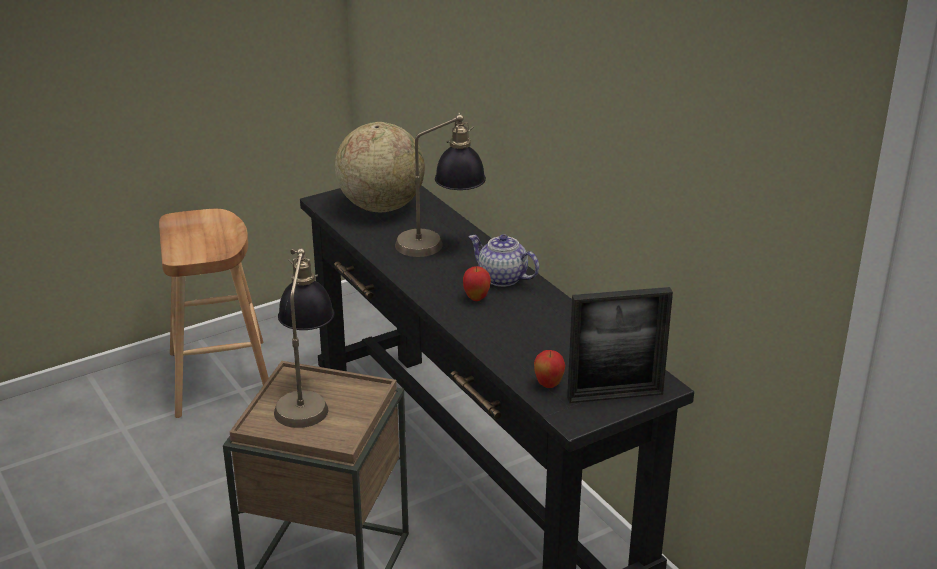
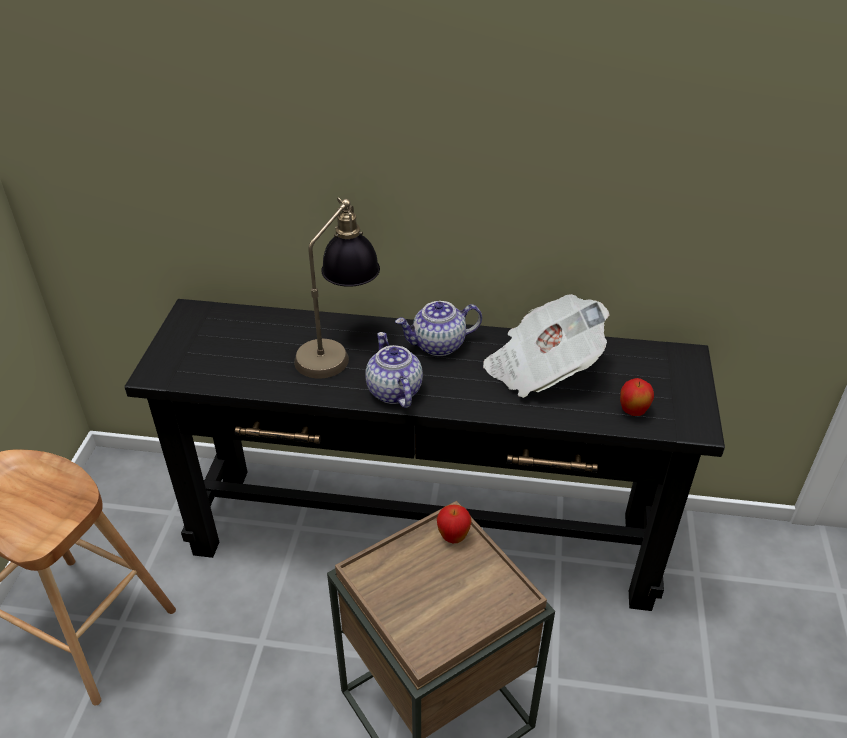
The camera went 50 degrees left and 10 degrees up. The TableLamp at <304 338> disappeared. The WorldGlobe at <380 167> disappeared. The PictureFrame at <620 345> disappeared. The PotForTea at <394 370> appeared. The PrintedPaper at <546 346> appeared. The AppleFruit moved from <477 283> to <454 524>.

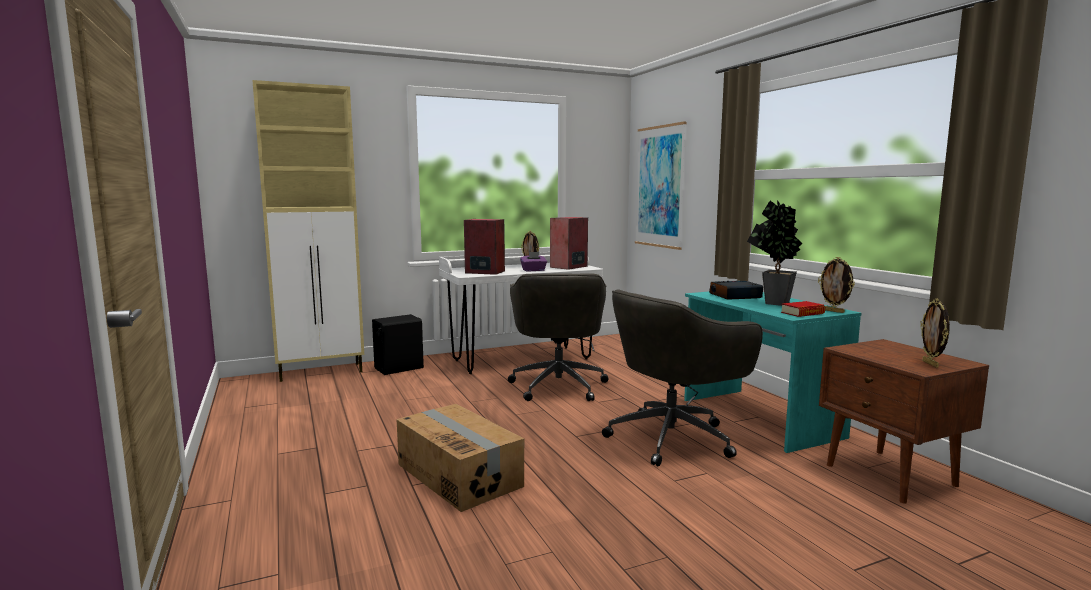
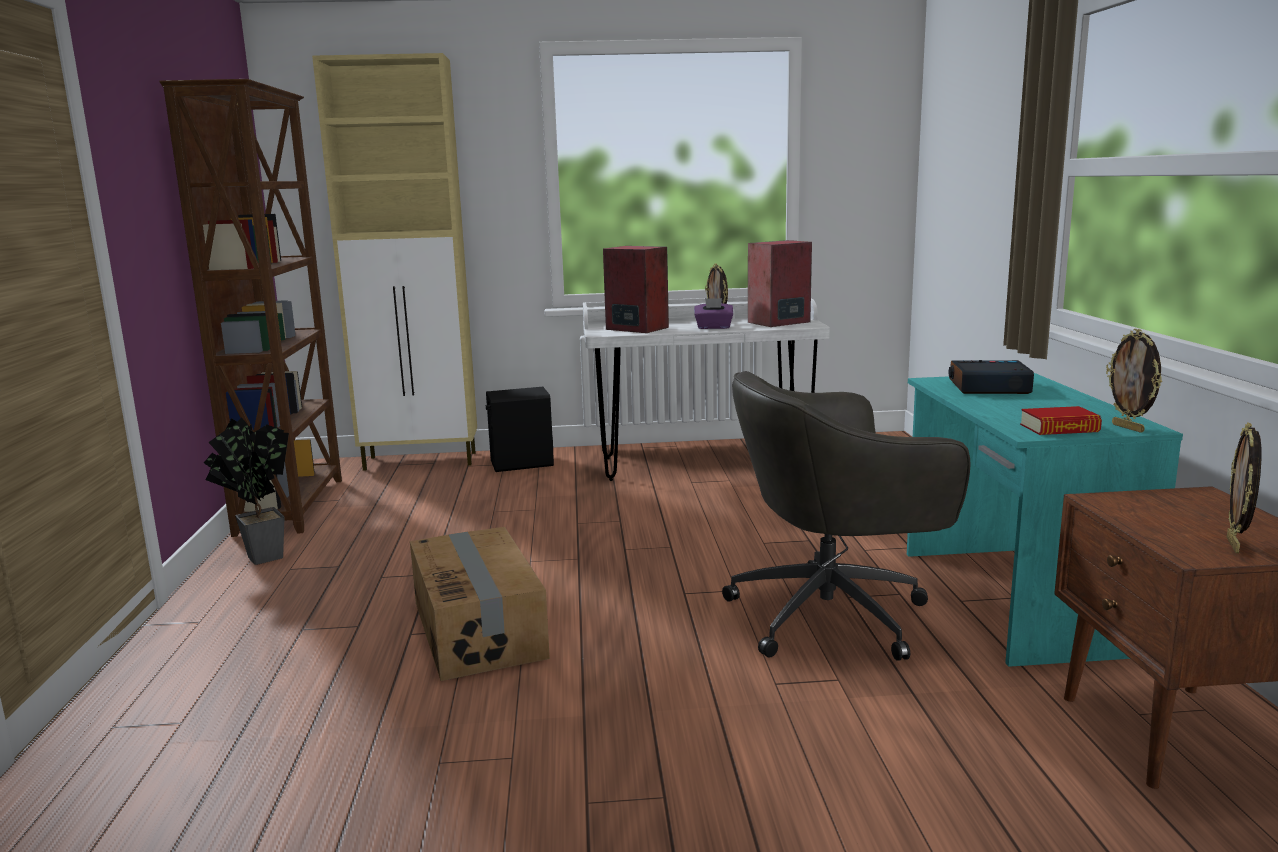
The camera went 20 degrees right and 5 degrees up. The GreyDeskChair at <558 337> disappeared. The Picture at <660 186> disappeared. The BrownBookcase at <250 308> appeared. The Houseplant moved from <775 253> to <246 491>.

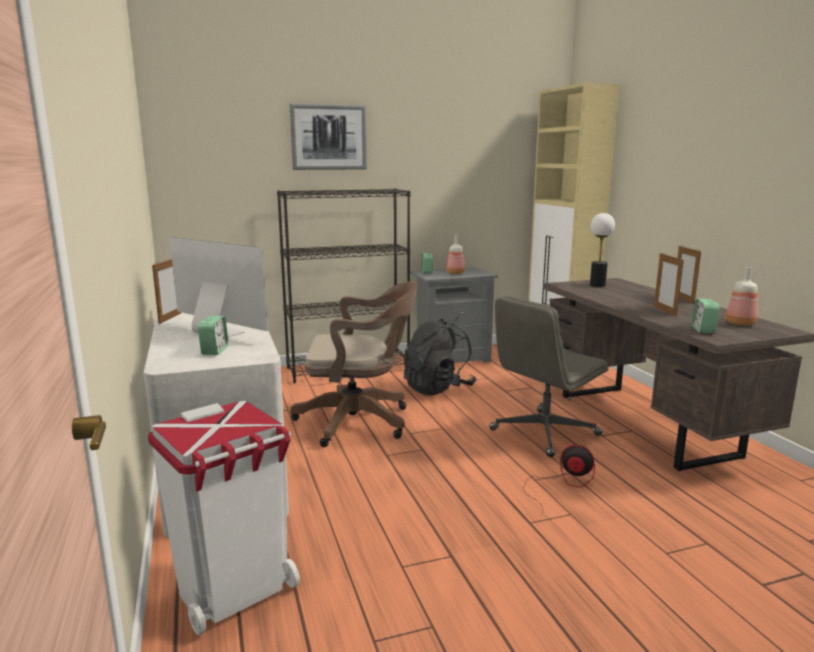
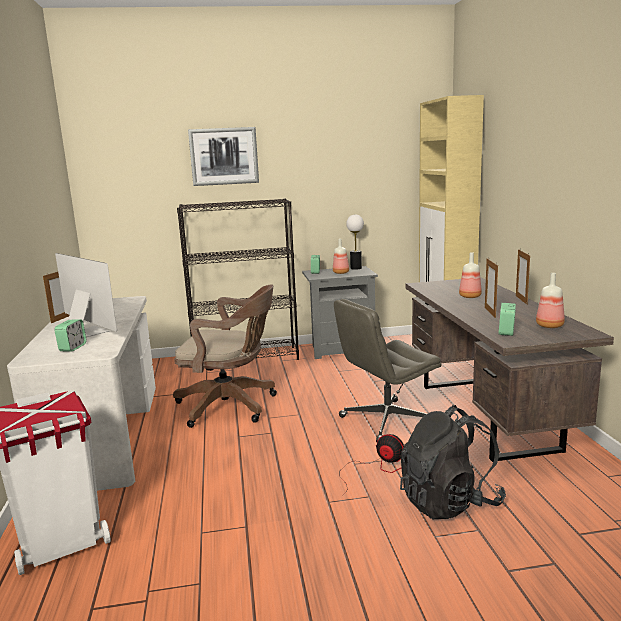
The camera went 10 degrees right and 0 degrees up. The BeverageBottle at <470 275> appeared. The BlackishBackpack moved from <440 357> to <453 462>. The TableLamp moved from <602 250> to <355 242>.

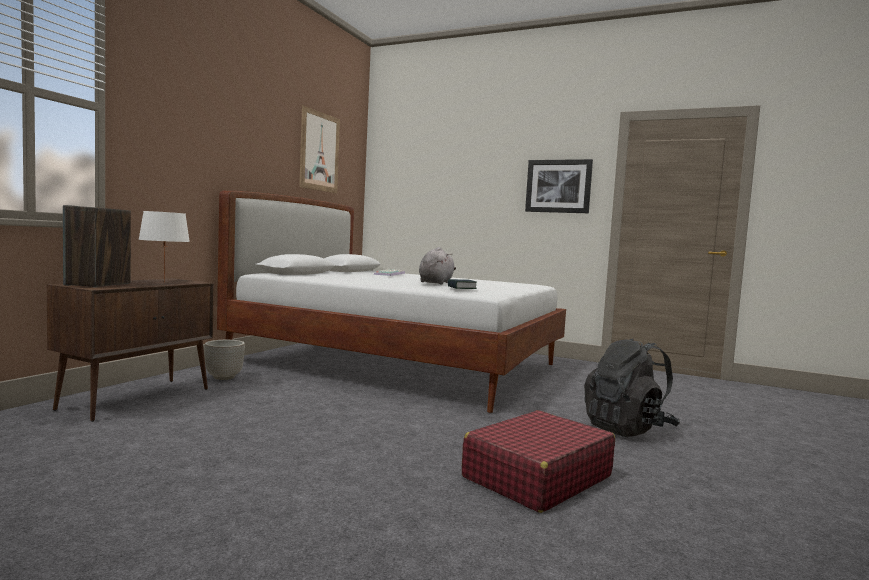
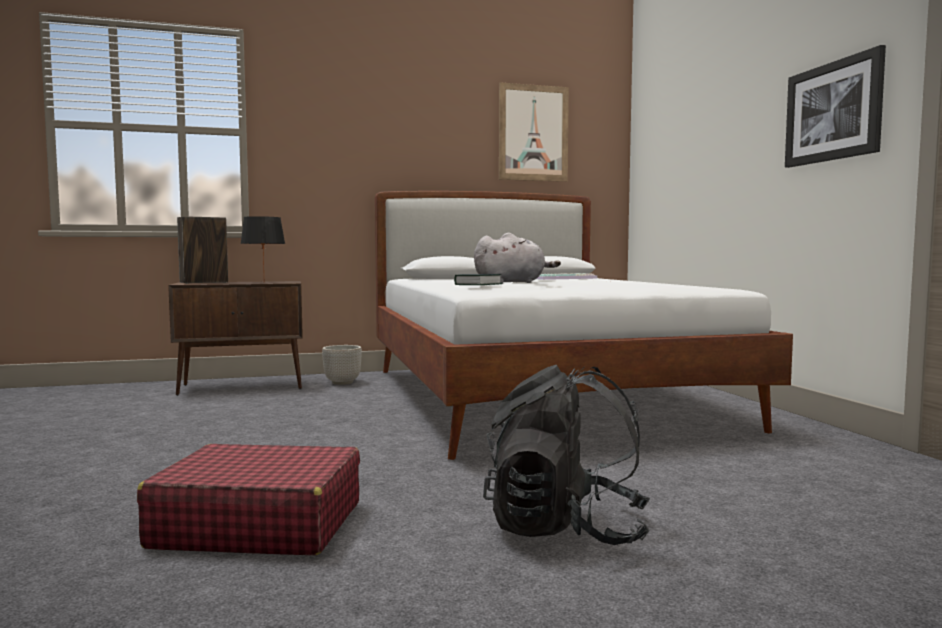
The camera went 50 degrees right and 0 degrees up. The WhitishTableLamp at <164 246> became the BlackishTableLamp at <262 242>.

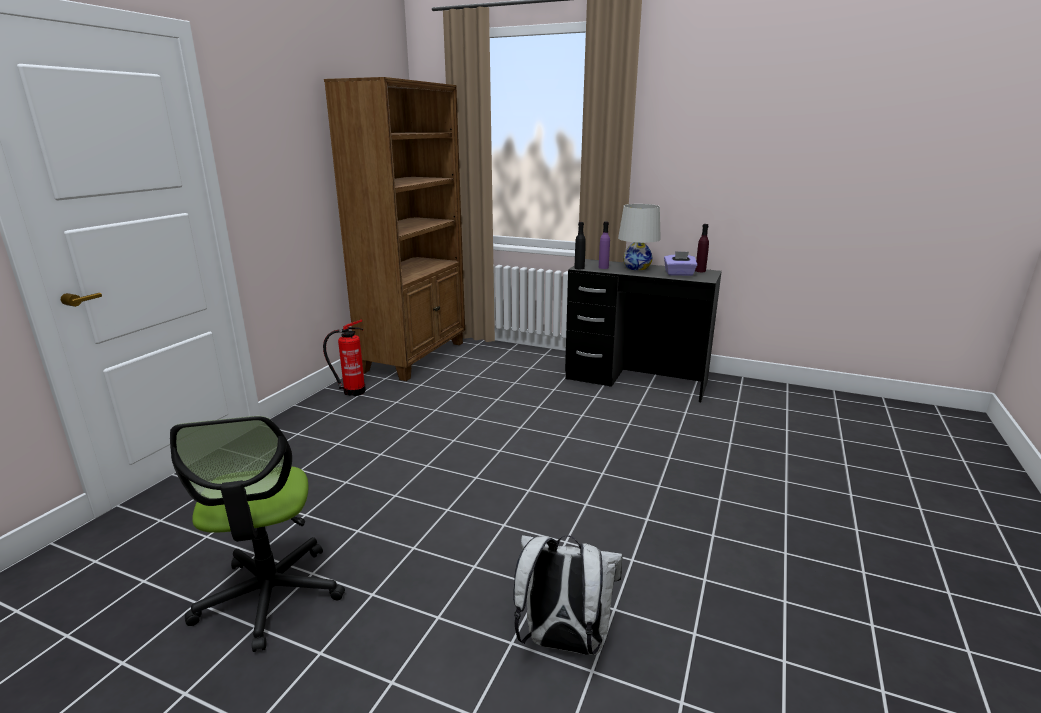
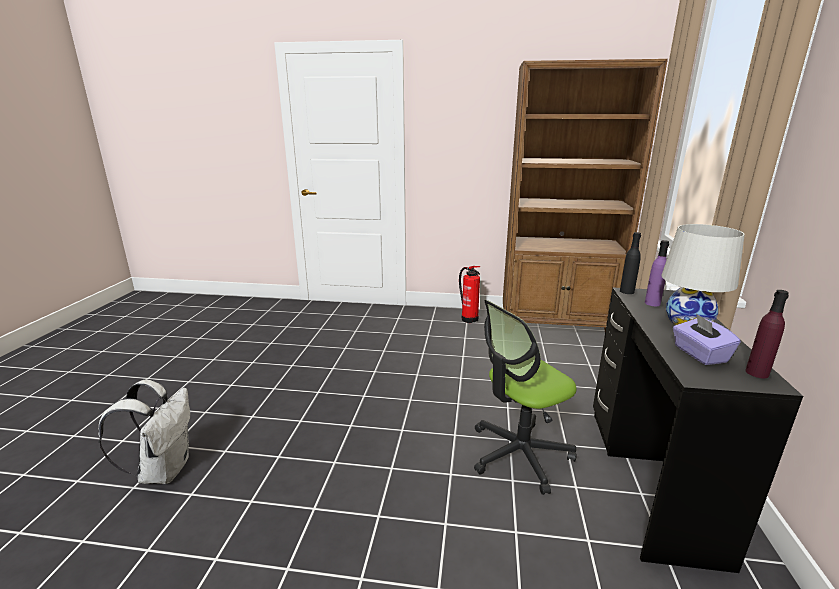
The camera went 75 degrees right and 0 degrees up. The DeskChair moved from <257 534> to <525 397>.

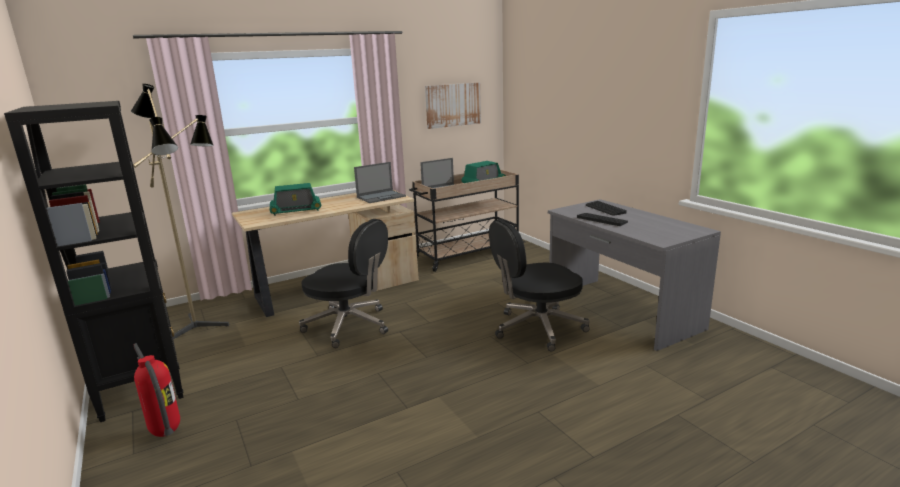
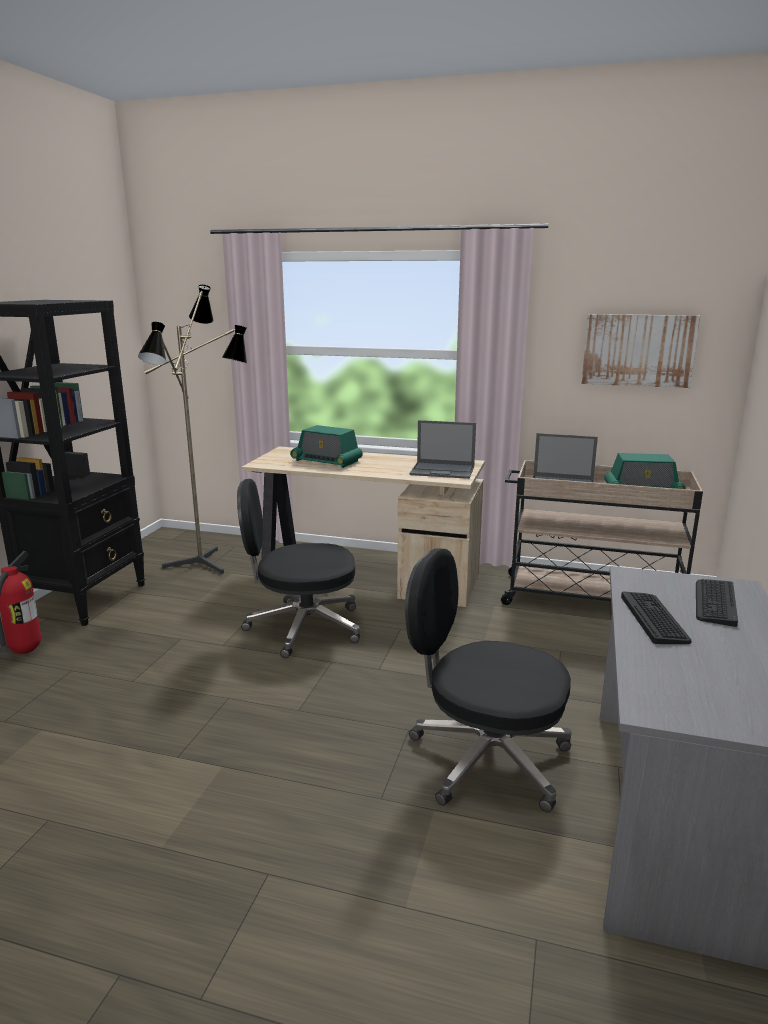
The camera went 45 degrees right and 0 degrees up. The BlackishDeskChair at <343 283> turned 105 degrees clockwise.

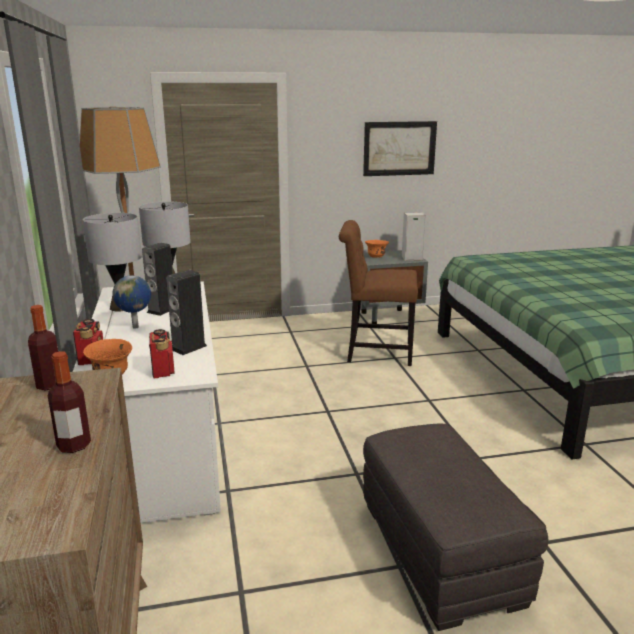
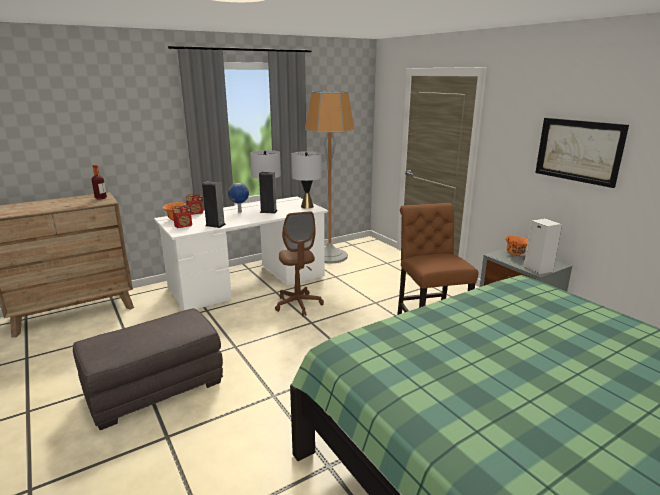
The camera went 70 degrees right and 0 degrees up. The BeverageBottle at <69 402> disappeared. The BrownDeskChair at <299 263> appeared.

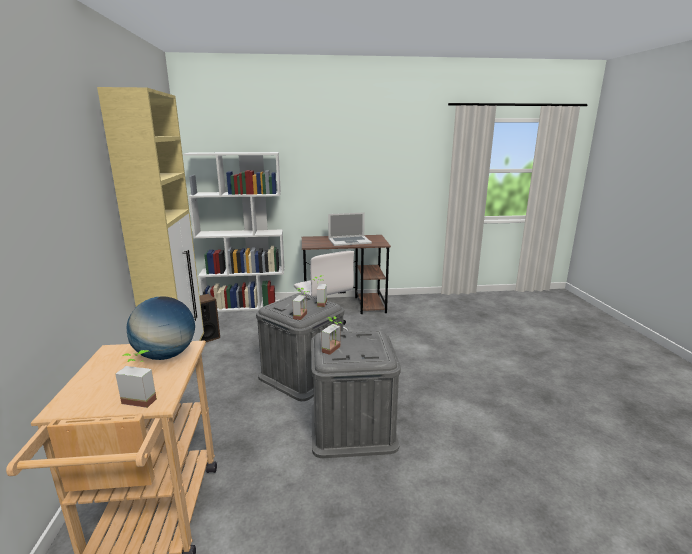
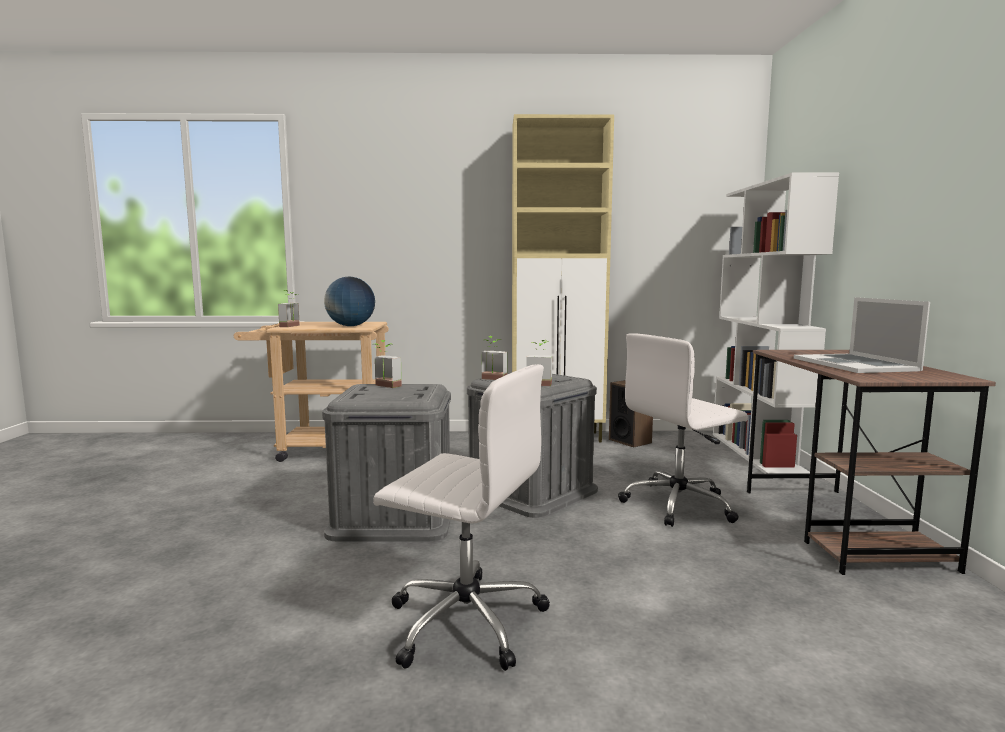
The camera went 95 degrees right and 10 degrees down. The WhitishDeskChair at <461 517> appeared.

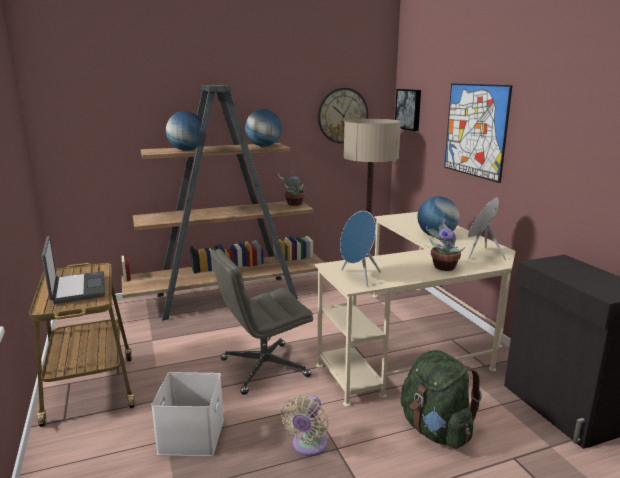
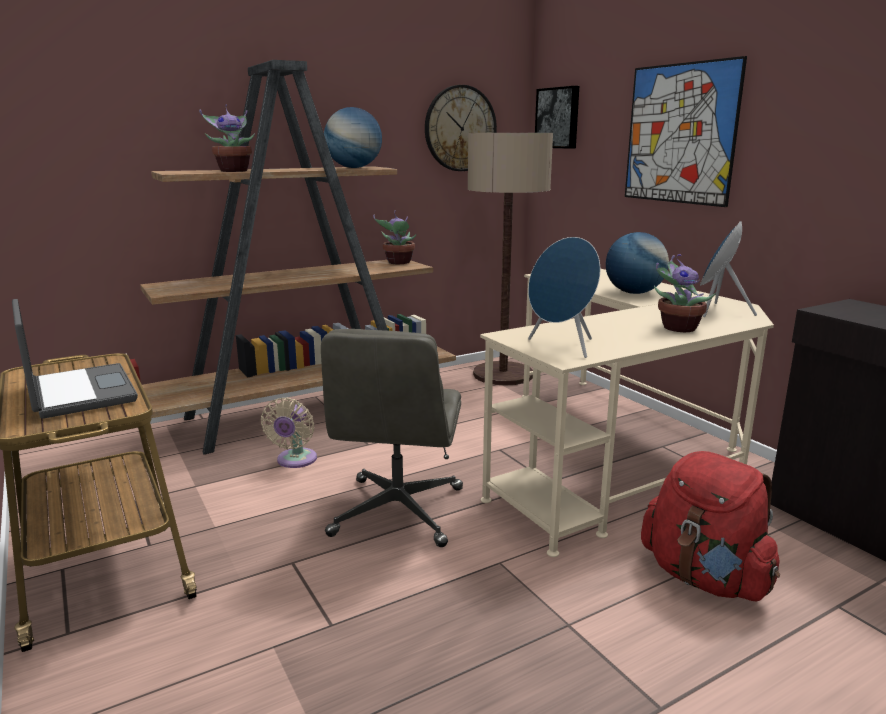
The camera went 10 degrees left and 0 degrees up. The WhitishStorageBin at <187 414> disappeared. The BeigeElectricFan moved from <305 426> to <289 432>. The WorldGlobe at <184 131> was replaced by the Houseplant at <227 138>. The GreenishBackpack at <441 399> became the RedColouredBackpack at <710 526>. The GreyDeskChair at <261 322> turned 45 degrees counterclockwise.

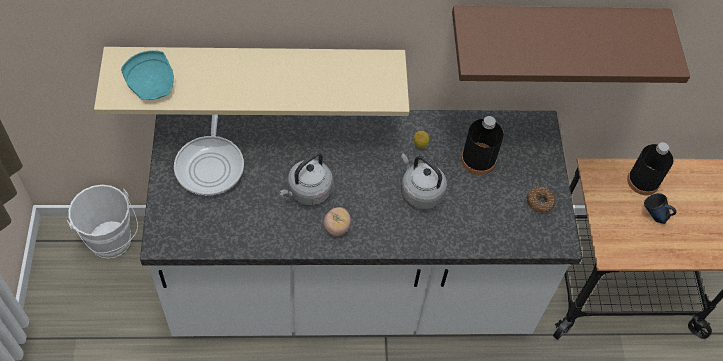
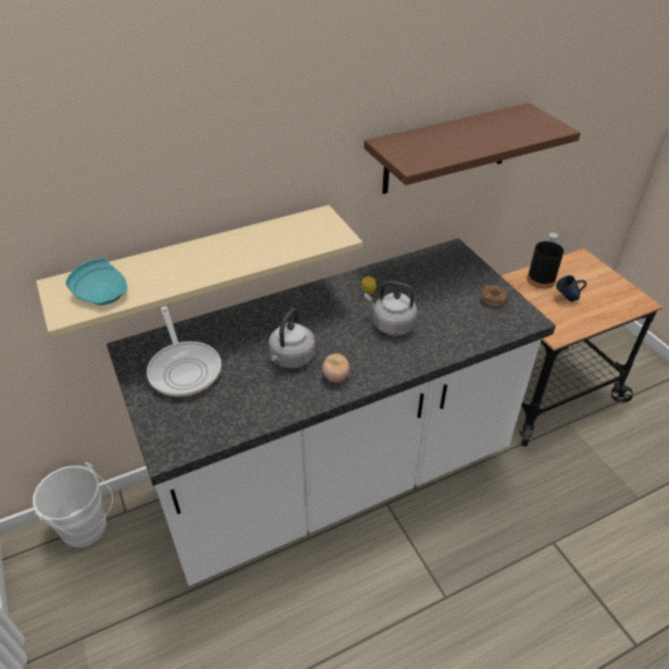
The camera went 20 degrees left and 15 degrees down. The BlackishBeverageBottle at <482 145> disappeared.

